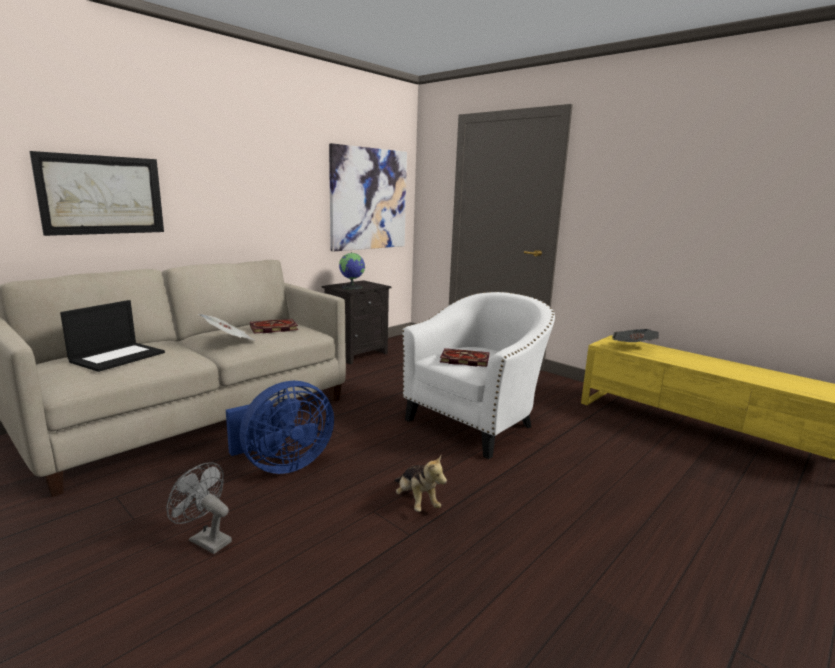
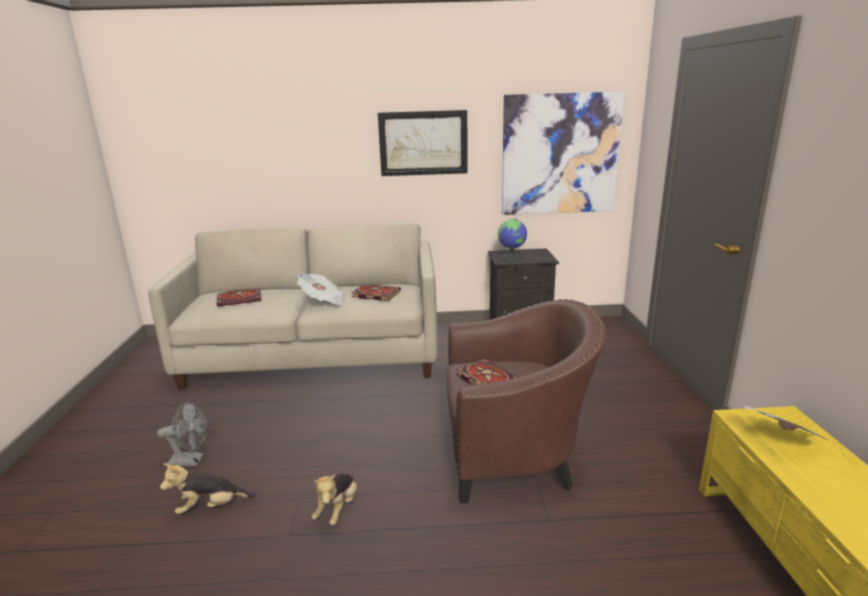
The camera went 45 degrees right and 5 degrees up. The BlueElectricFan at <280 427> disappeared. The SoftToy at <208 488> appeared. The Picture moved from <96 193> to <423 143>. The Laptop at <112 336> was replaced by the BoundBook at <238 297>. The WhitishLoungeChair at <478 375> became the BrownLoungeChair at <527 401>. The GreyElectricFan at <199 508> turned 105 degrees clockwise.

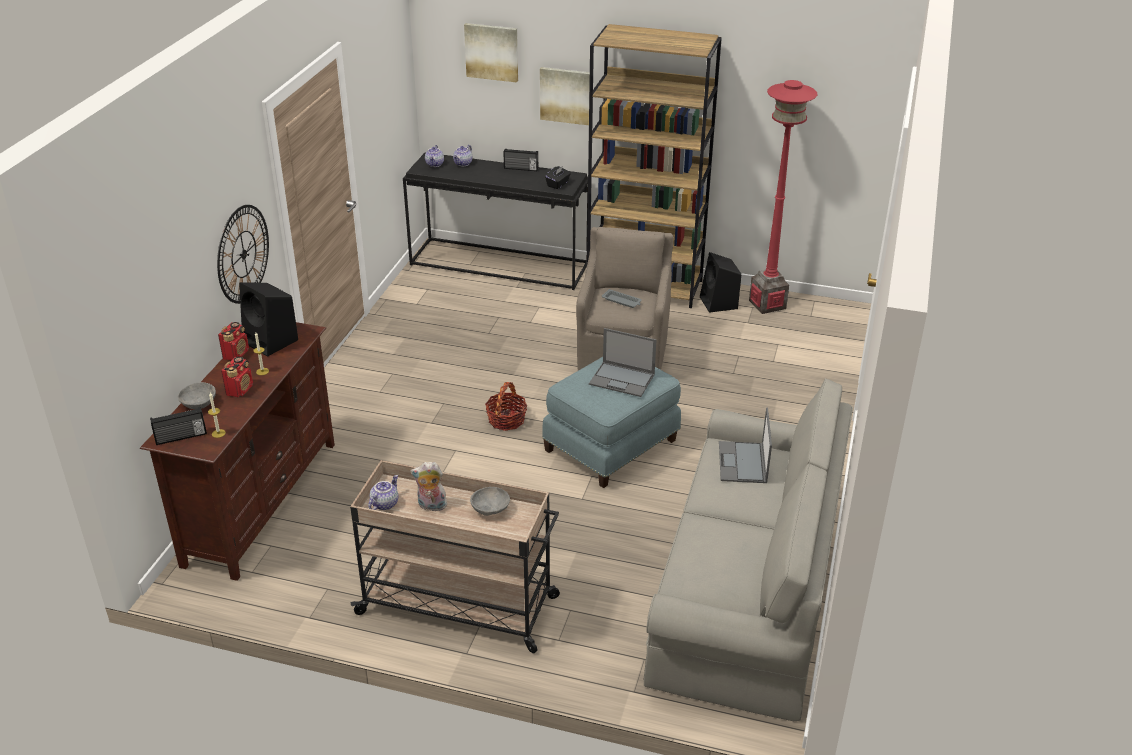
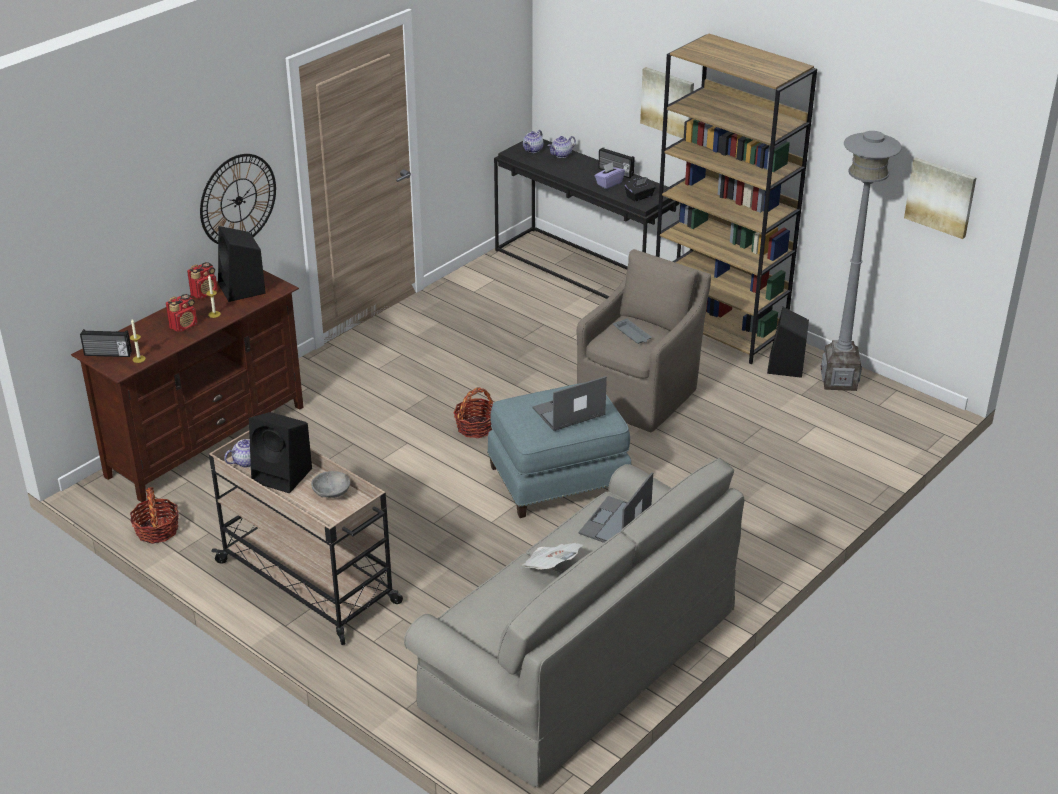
The camera went 25 degrees right and 0 degrees up. The GreyServingBowl at <197 395> disappeared. The StorageBasket at <154 515> appeared. The PrintedPaper at <552 556> appeared. The PurpleColouredBoxOfTissues at <610 175> appeared. The Picture moved from <491 53> to <940 198>. The SoftToy at <428 486> was replaced by the BlackishAudioSpeaker at <280 452>. The RedColouredStandingLamp at <783 197> became the GreyStandingLamp at <861 261>. The Laptop at <622 362> turned 105 degrees clockwise.

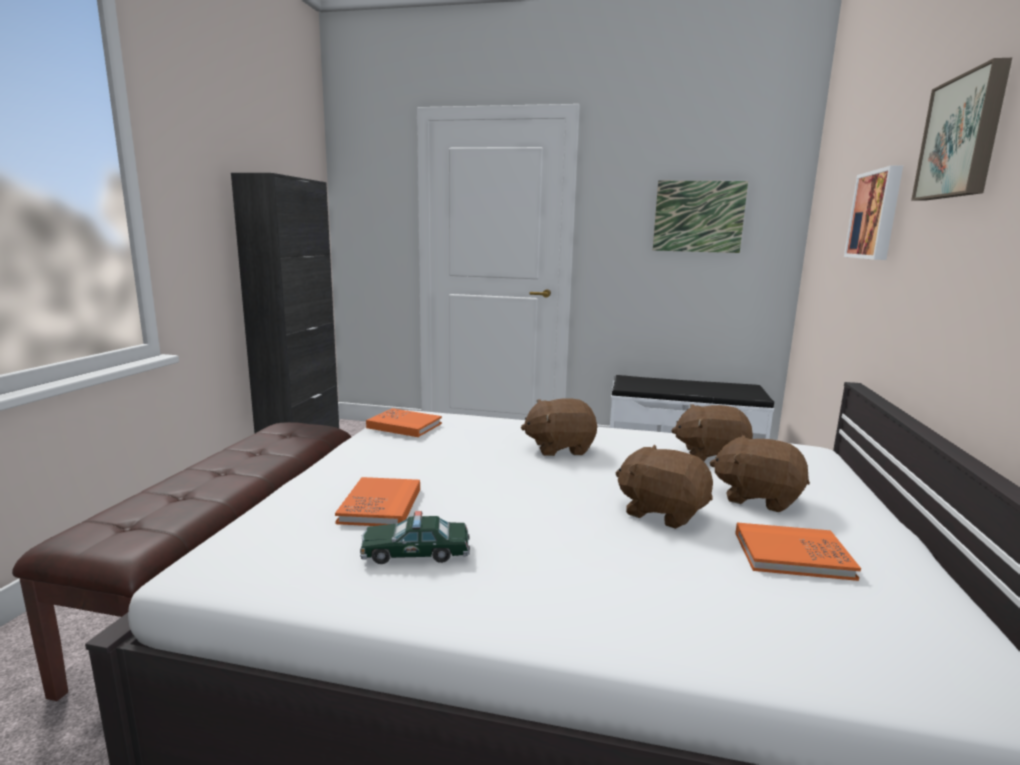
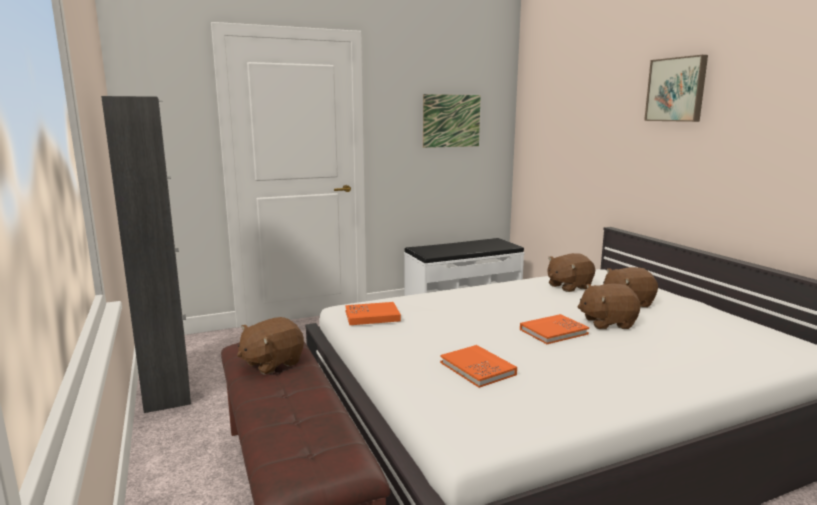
The camera went 35 degrees left and 0 degrees up. The ModelCar at <415 537> disappeared. The Picture at <873 213> disappeared. The BrownSoftToy moved from <559 427> to <270 346>. The OrangeBoundBook moved from <798 552> to <554 329>.

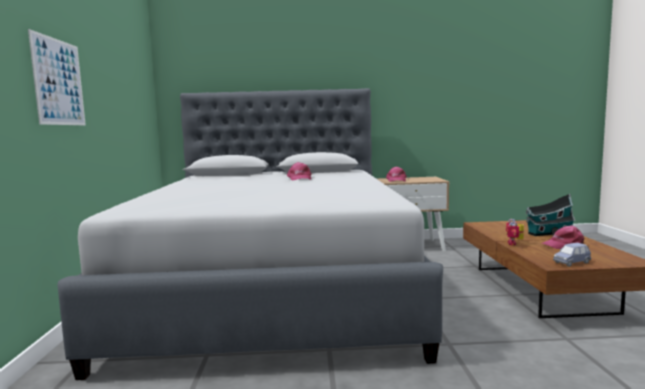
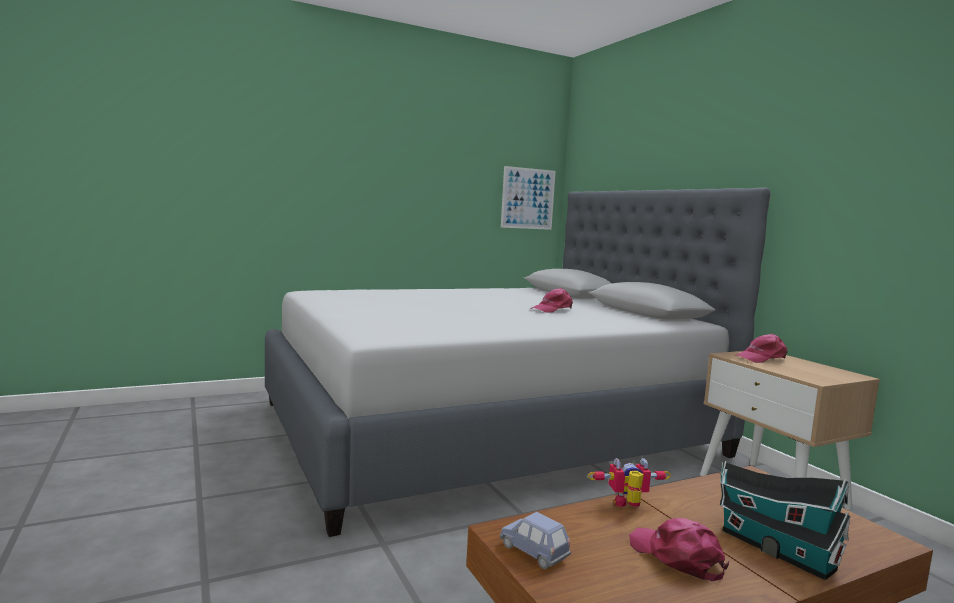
The camera went 65 degrees right and 0 degrees up. The Picture moved from <57 77> to <528 198>.

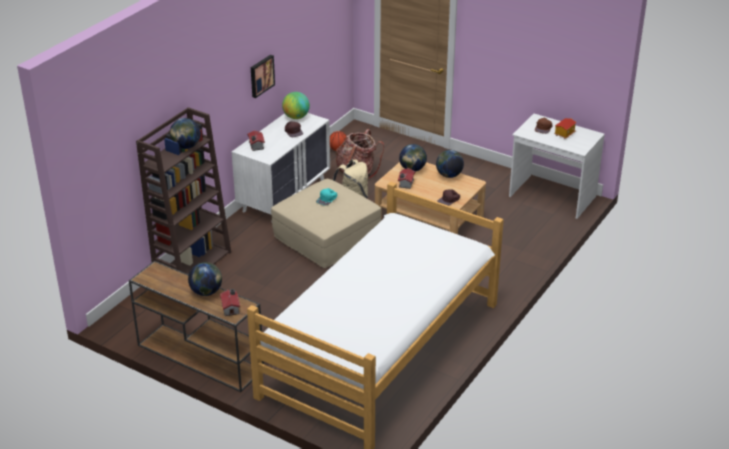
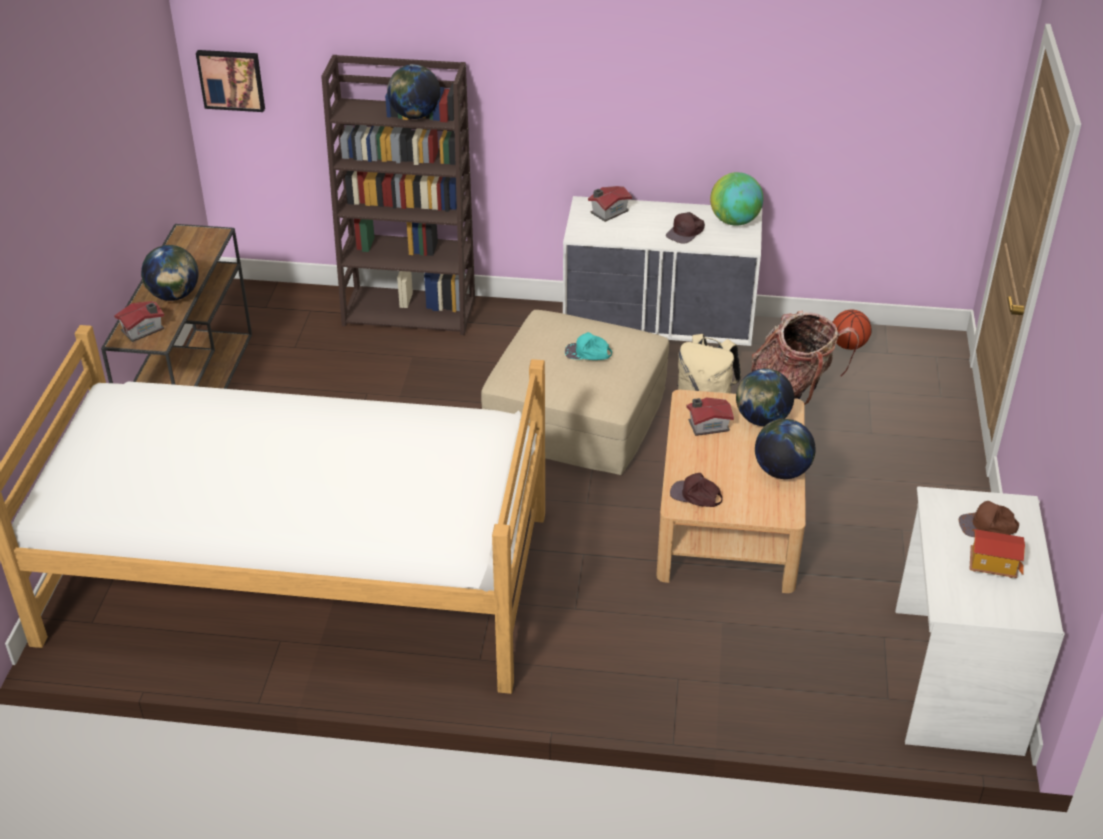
The camera went 65 degrees right and 5 degrees up. The Picture moved from <263 76> to <230 81>.

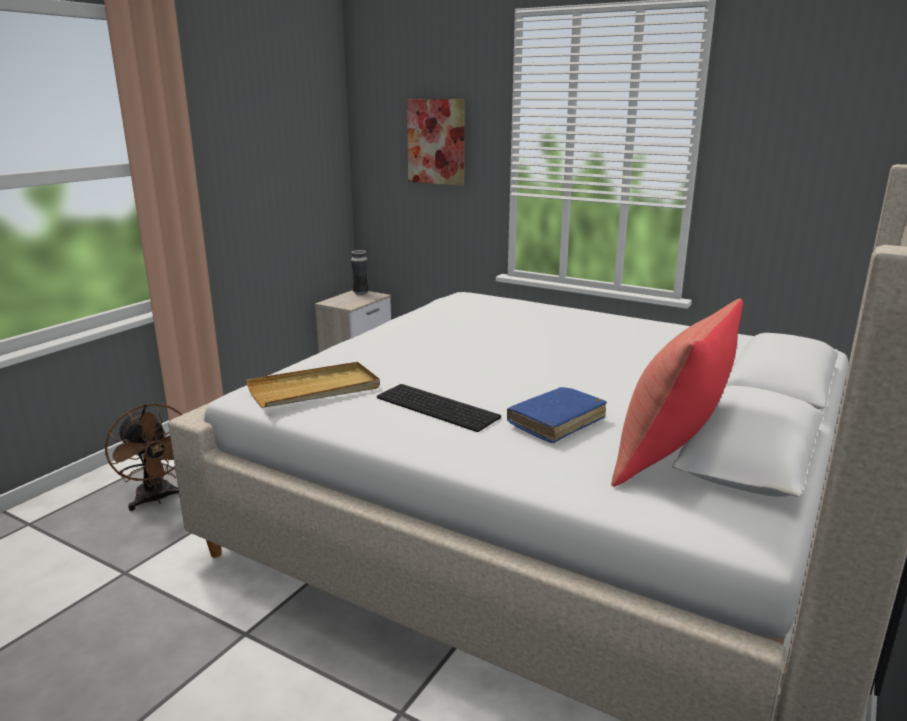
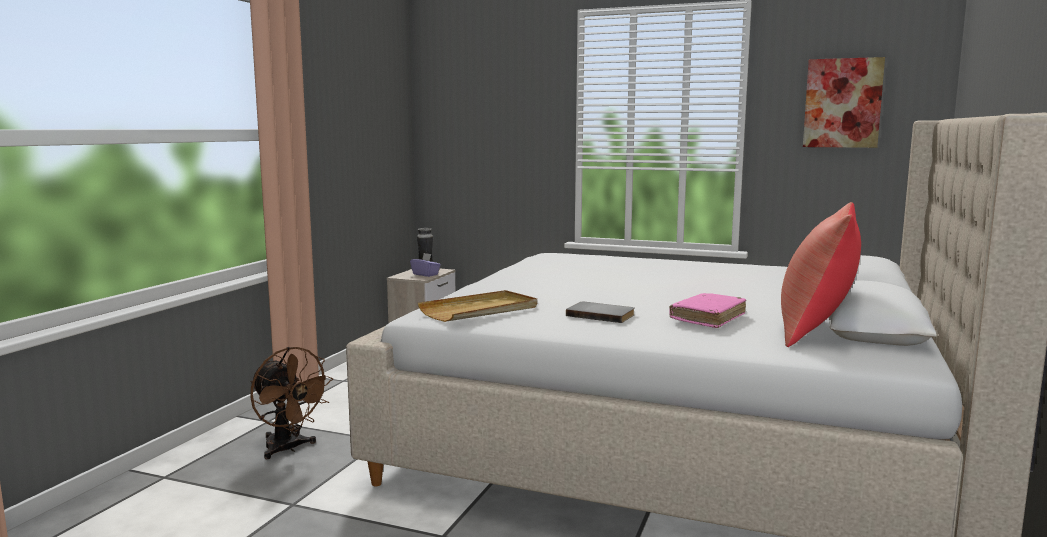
The camera went 10 degrees left and 10 degrees down. The PurpleColouredBoxOfTissues at <425 265> appeared. The Picture moved from <436 142> to <844 102>. The Keyboard at <439 408> was replaced by the GreyBoundBook at <600 312>. The BlueBoundBook at <557 415> became the PinkColouredBoundBook at <707 310>.

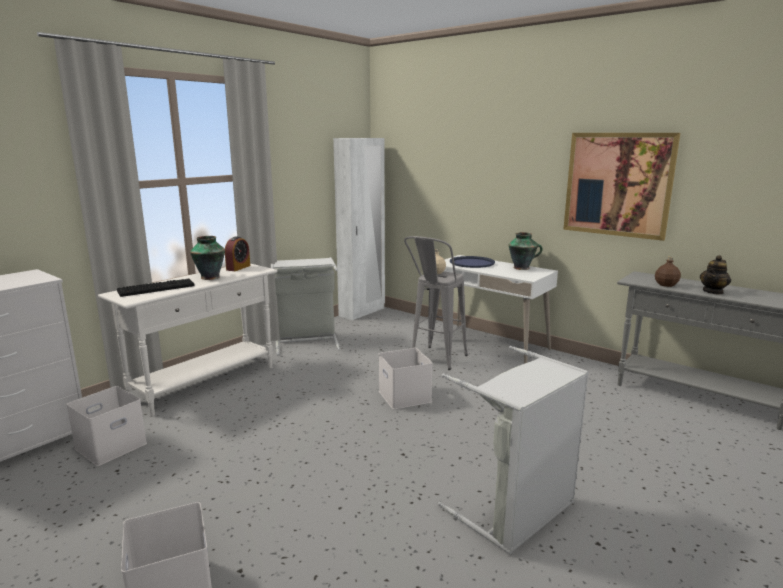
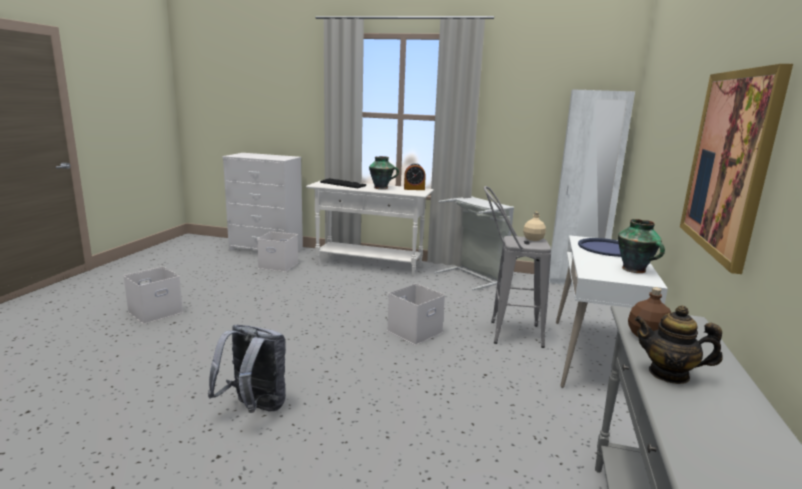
The camera went 65 degrees right and 0 degrees up. The GreyHamper at <513 450> was replaced by the GreyBackpack at <246 369>.

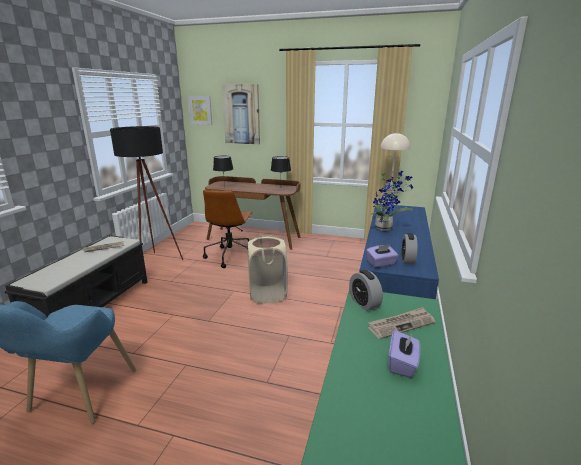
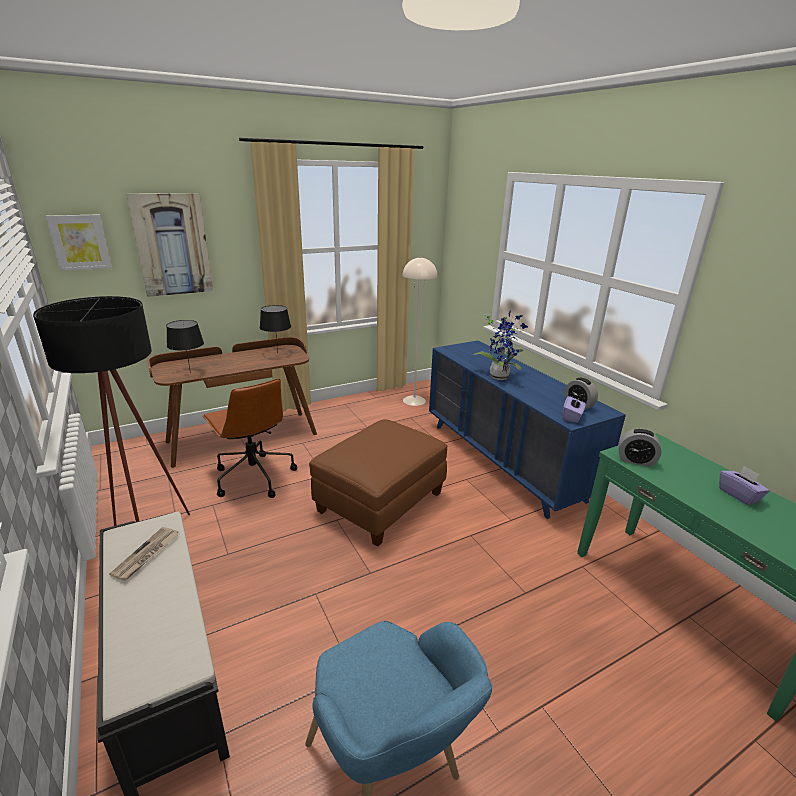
The camera went 45 degrees left and 5 degrees up. The PrintedPaper at <401 323> disappeared. The BeigeHamper at <267 269> was replaced by the BrownOttoman at <378 483>.

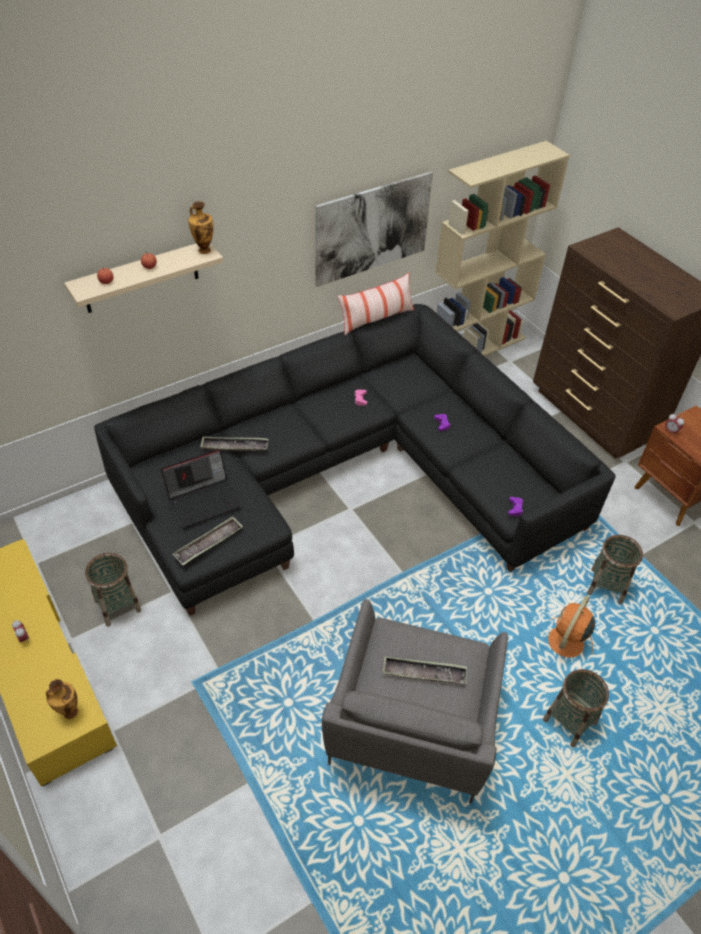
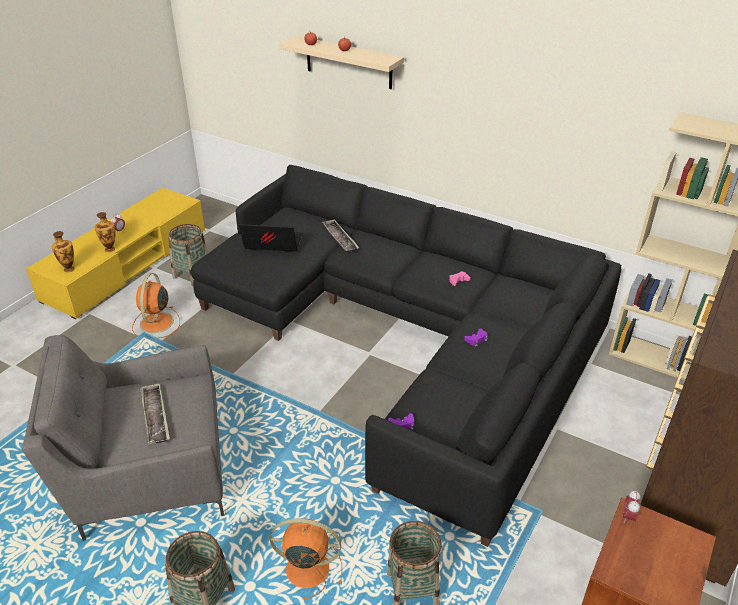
The camera went 65 degrees right and 10 degrees down. The Tray at <208 541> disappeared. The Picture at <374 229> disappeared. The ThrowPillow at <376 304> disappeared. The OrangeElectricFan at <156 305> appeared. The FlowerVase moved from <200 227> to <105 232>. The Laptop at <201 488> turned 150 degrees clockwise.

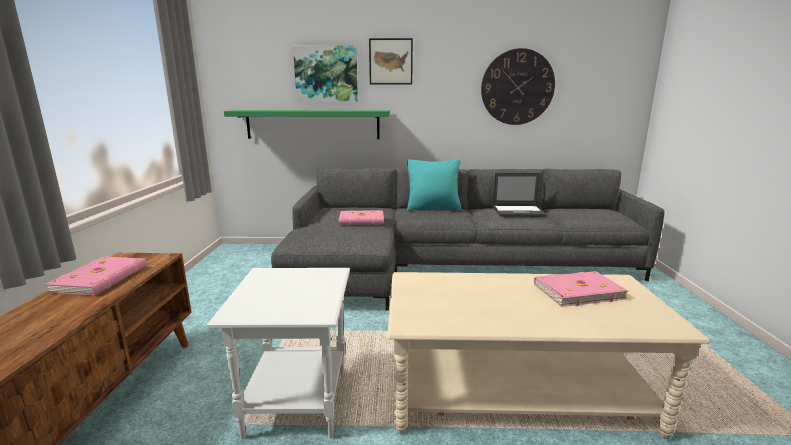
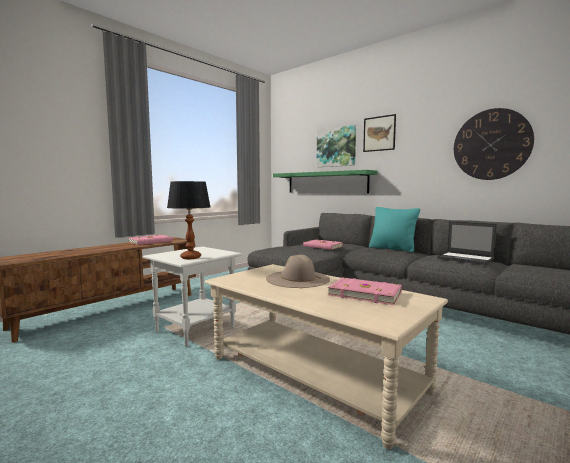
The camera went 40 degrees right and 10 degrees down. The TableLamp at <188 220> appeared. The BeigeWearableHat at <298 271> appeared.

